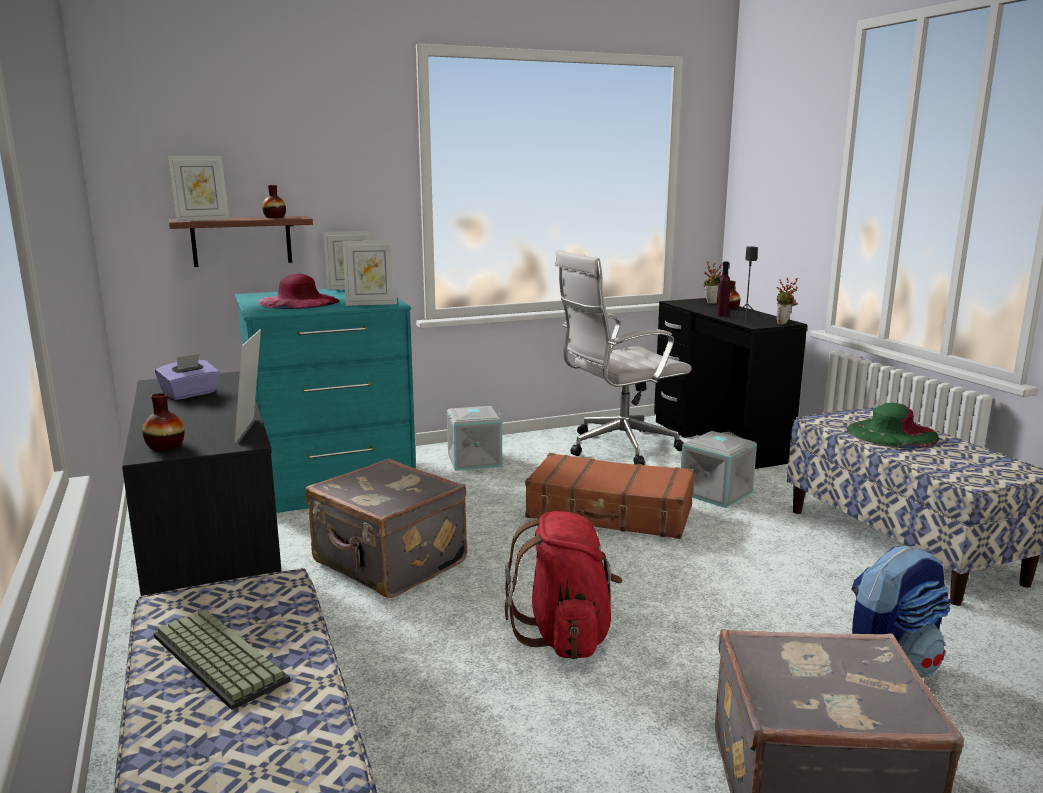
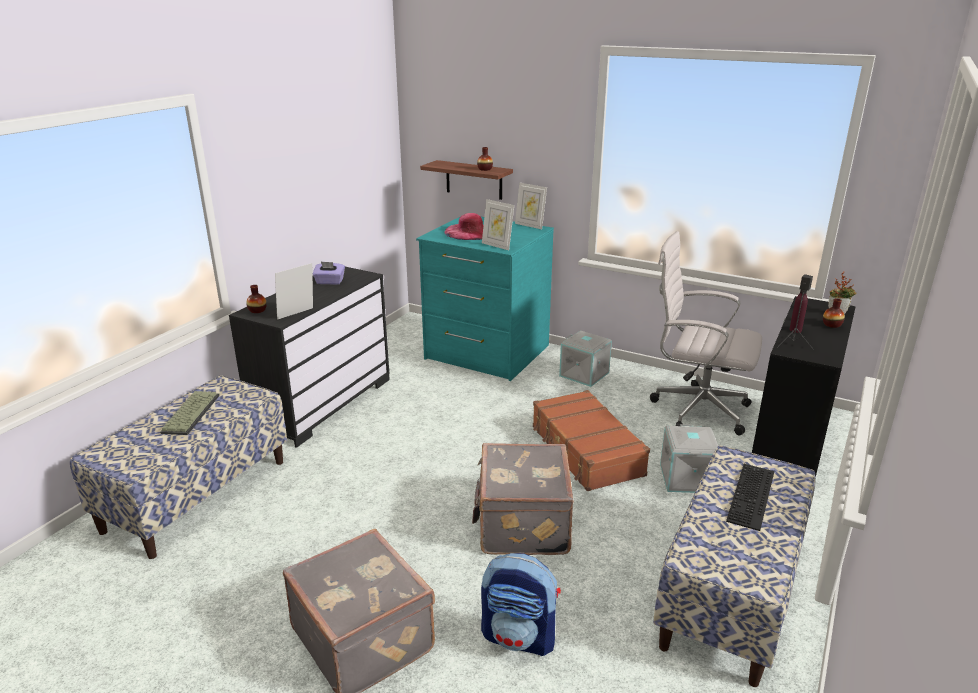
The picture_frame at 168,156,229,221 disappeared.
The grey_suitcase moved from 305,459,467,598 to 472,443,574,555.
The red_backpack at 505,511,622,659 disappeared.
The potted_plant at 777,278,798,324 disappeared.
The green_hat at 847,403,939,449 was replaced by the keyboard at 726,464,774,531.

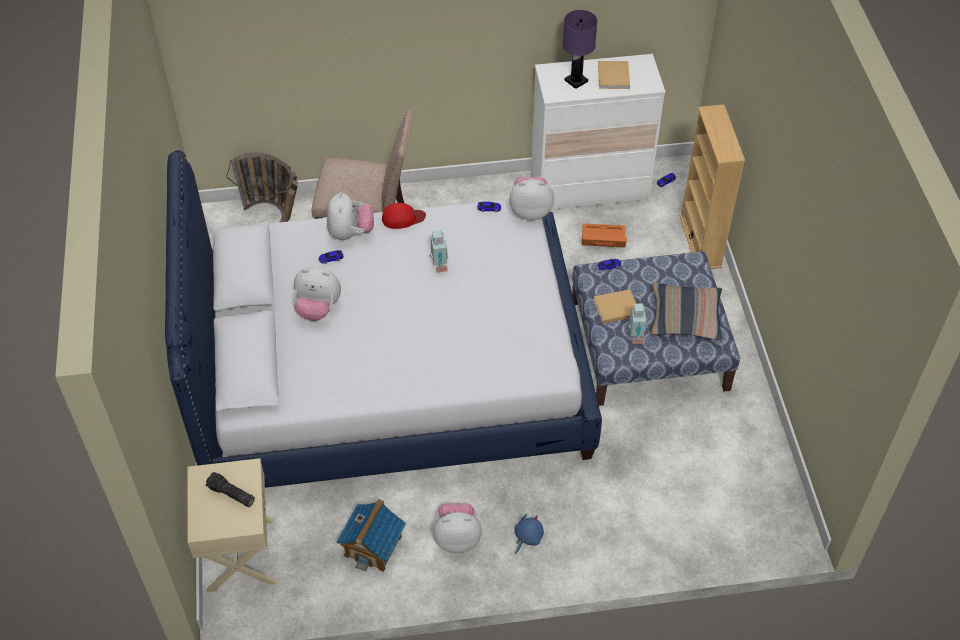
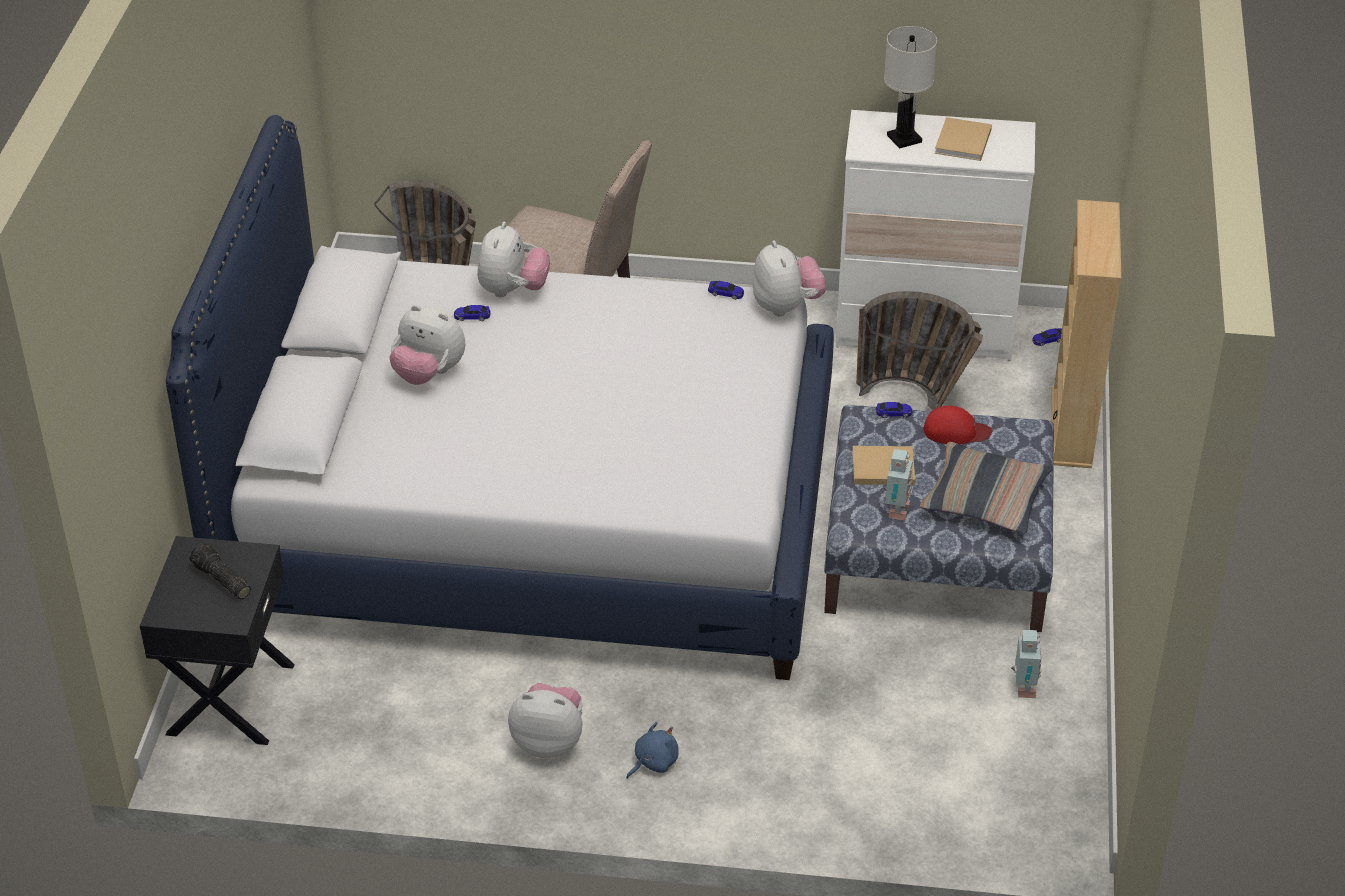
The beige_nightstand at 188,458,277,592 became the black_nightstand at 140,536,295,745.
The toy_house at 336,499,406,572 disappeared.
The red_cap moved from 382,203,426,229 to 924,406,992,444.
The toy_robot moved from 429,230,448,273 to 1011,630,1042,698.
The plush_toy at 509,177,554,220 turned 60 degrees clockwise.
The purple_table_lamp at 562,10,598,89 became the white_table_lamp at 884,26,937,149.
The orange_storage_box at 582,223,627,248 was replaced by the basket at 856,291,983,410.

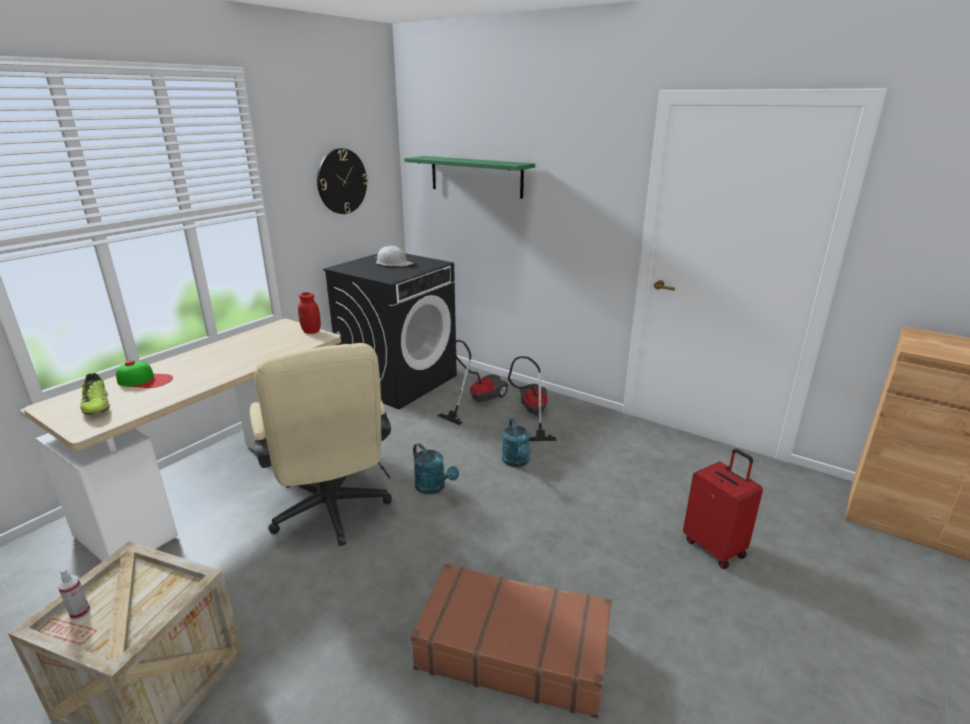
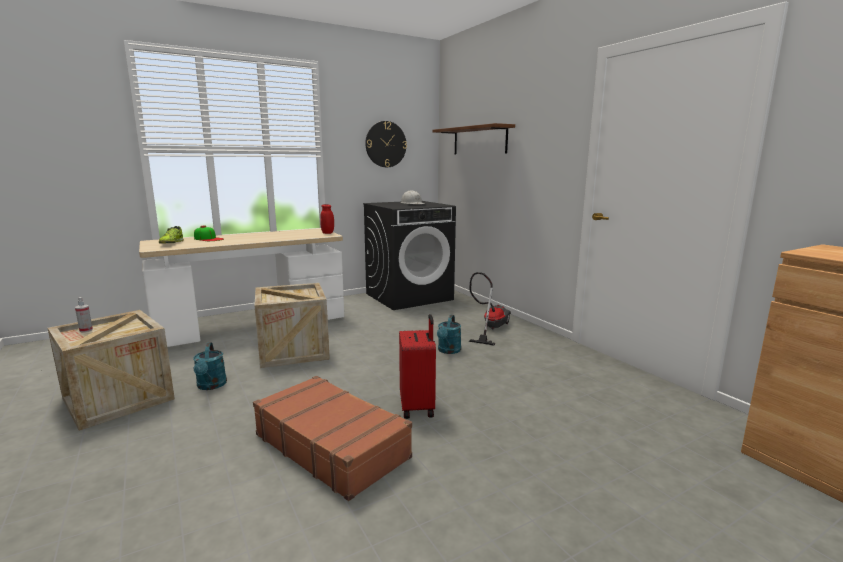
The beige_office_chair at 250,343,392,546 was replaced by the crate at 254,283,330,368.
The green_shelf at 404,156,535,199 became the brown_shelf at 433,123,515,154.
The turquoise_watering_can moved from 413,443,459,494 to 193,342,227,390.
The vacuum_cleaner at 438,340,509,425 disappeared.
The red_suitcase moved from 683,449,763,569 to 399,314,436,419.

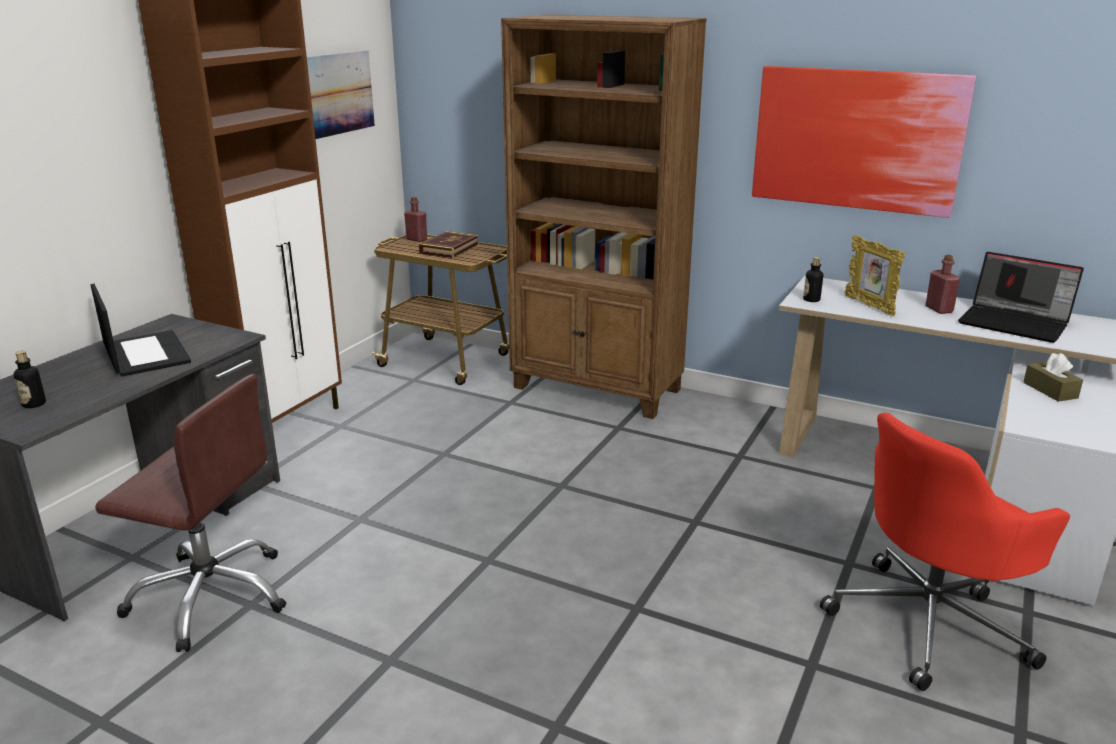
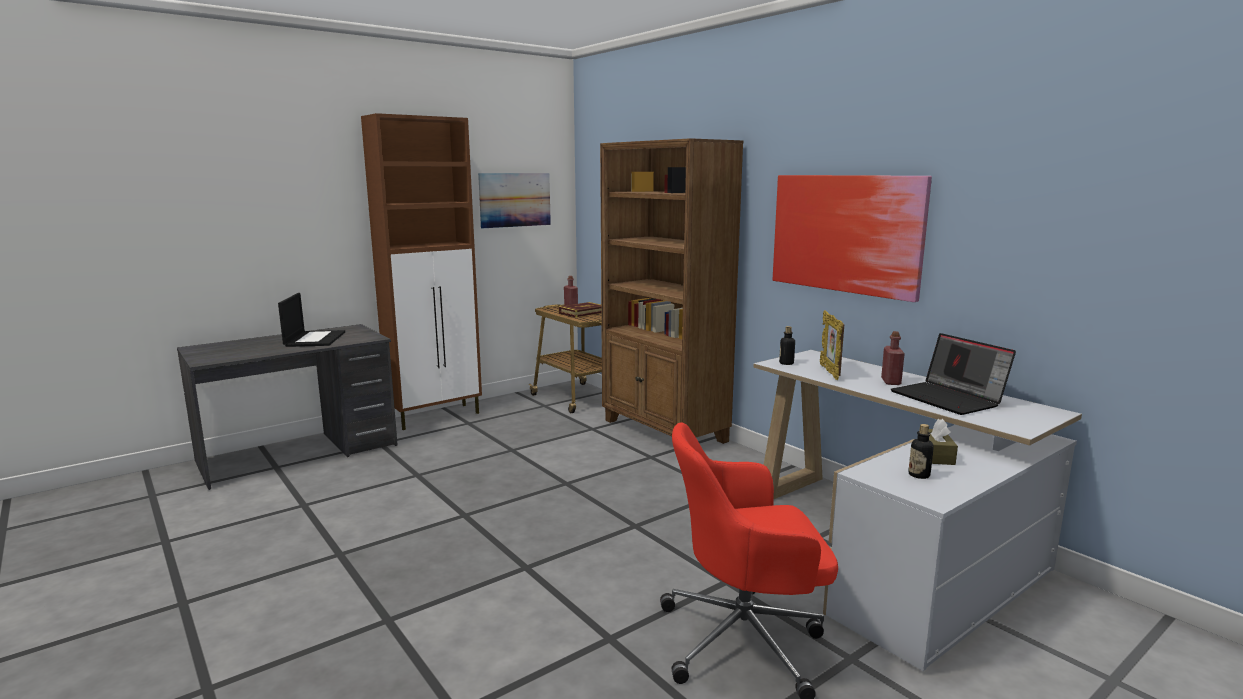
The bottle moved from 13,351,46,408 to 908,424,934,479.
The brown_office_chair at 95,374,286,652 disappeared.

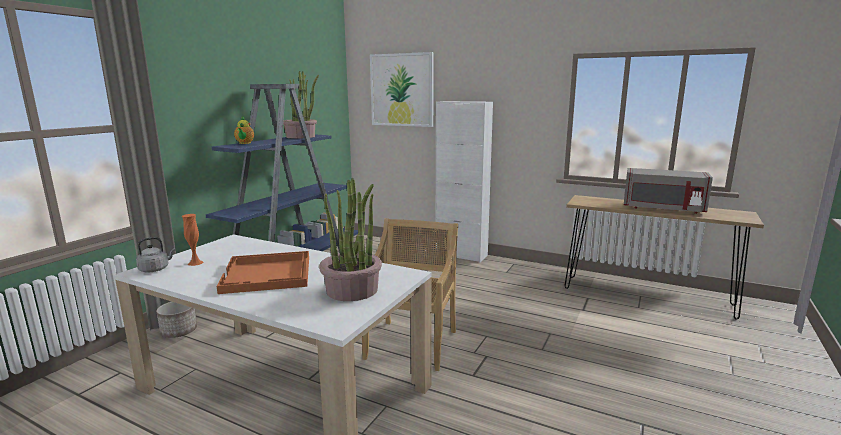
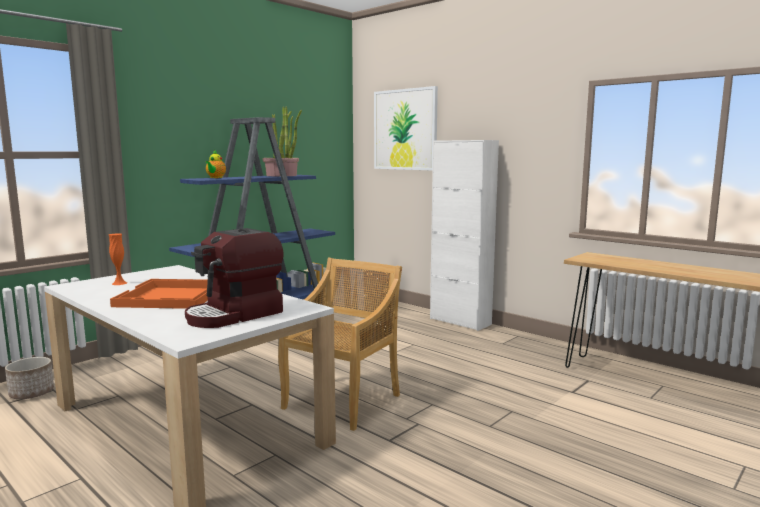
The grey_kettle at 136,237,176,272 disappeared.
The planter moved from 156,302,197,338 to 5,357,54,399.
The potted_plant at 319,178,382,301 was replaced by the coffee_machine at 185,228,284,328.
The grey_microwave at 624,168,713,214 disappeared.

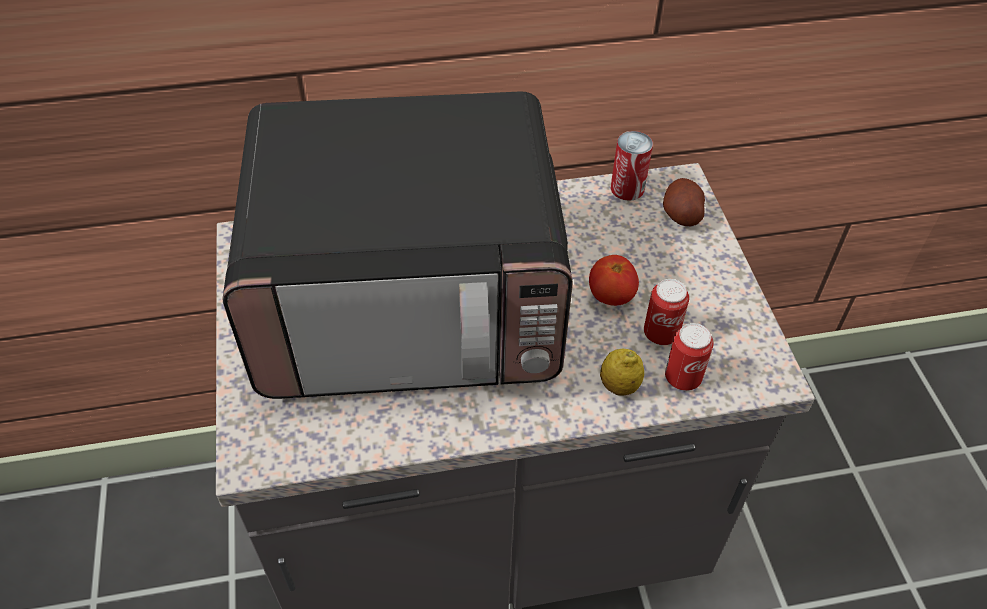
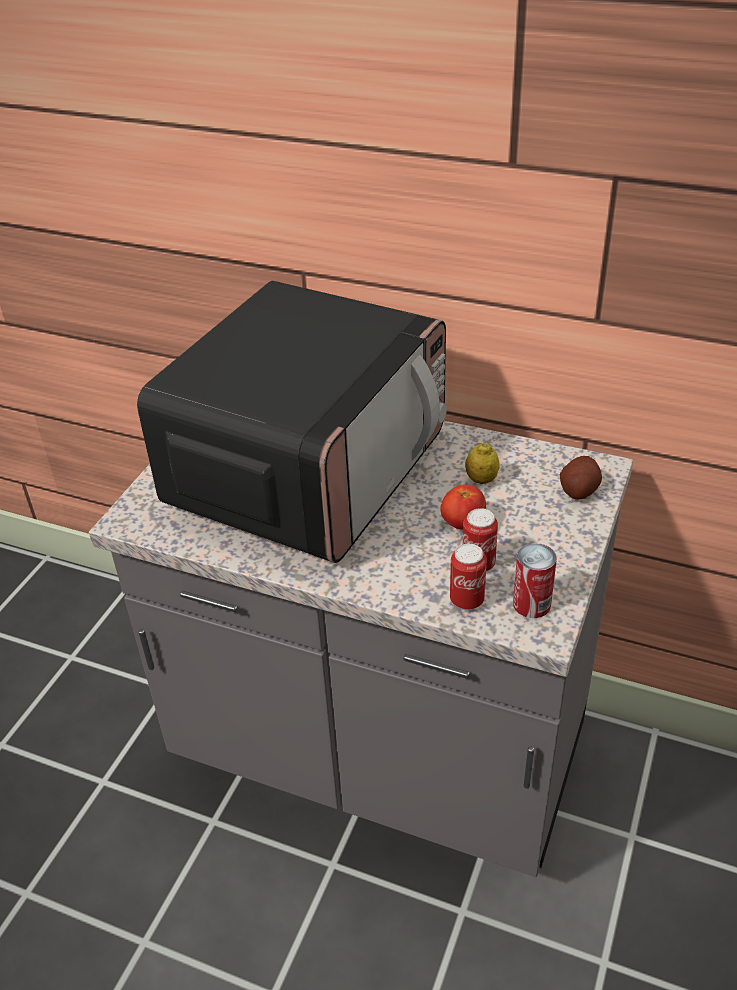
The microwave at 222,92,573,399 turned 90 degrees counterclockwise.
The lemon moved from 600,349,644,396 to 465,443,500,484.
The can moved from 611,131,653,201 to 513,543,557,618.

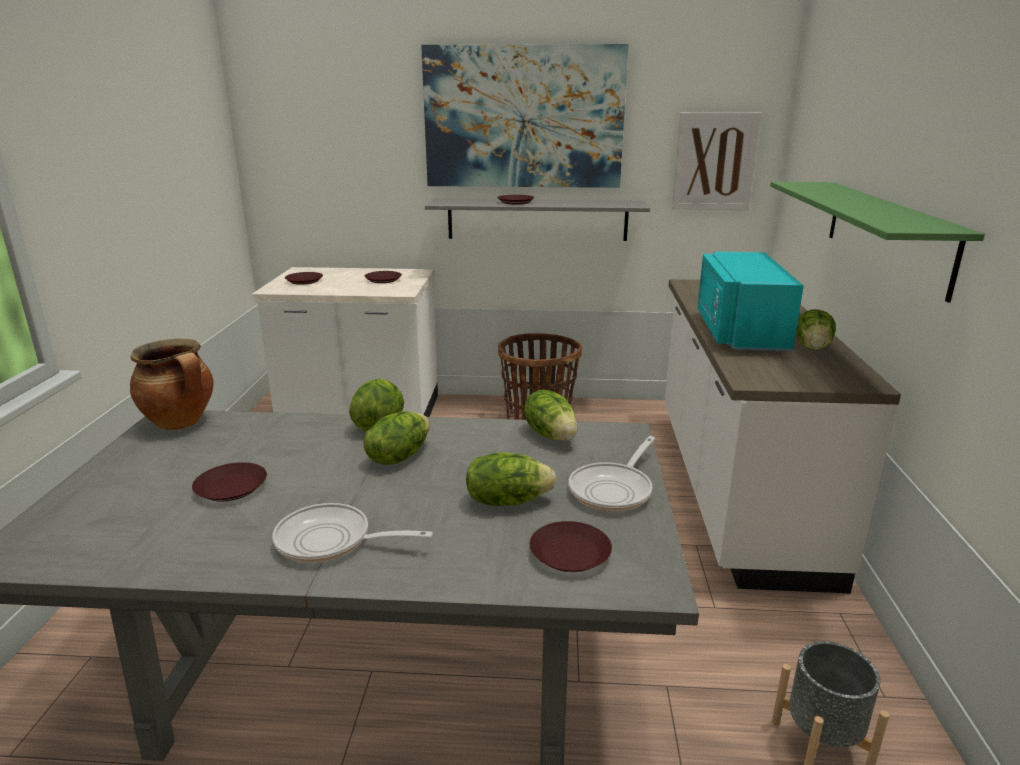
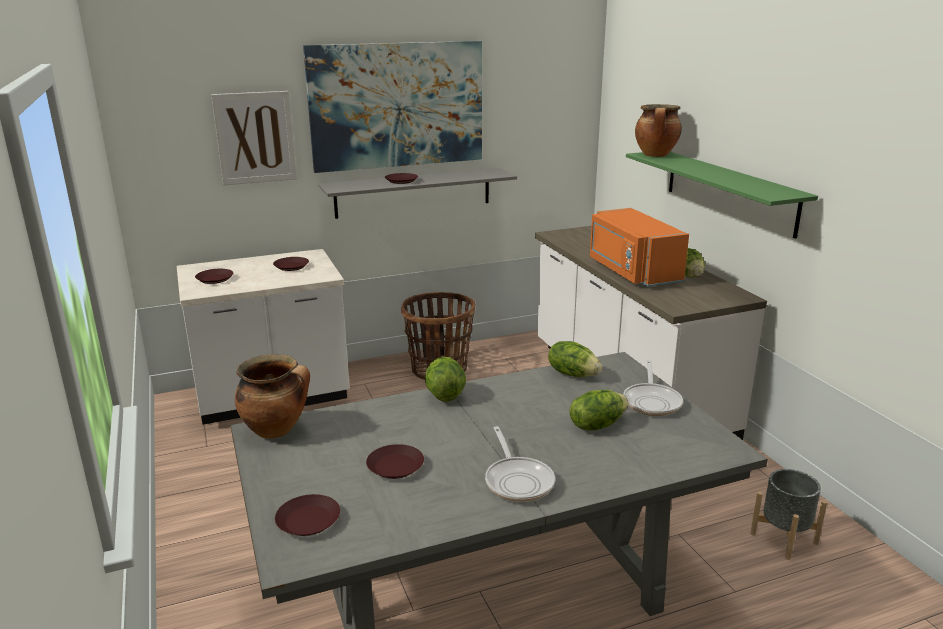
The frying_pan at 272,503,433,563 turned 90 degrees counterclockwise.
The lettuce at 363,411,430,465 disappeared.
The brown_plate moved from 530,521,612,572 to 275,494,340,536.
The picture moved from 672,112,761,210 to 211,91,297,185.
The turquoise_microwave at 697,251,804,352 became the orange_microwave at 590,208,689,287.
The cooking_pot at 635,104,682,157 appeared.

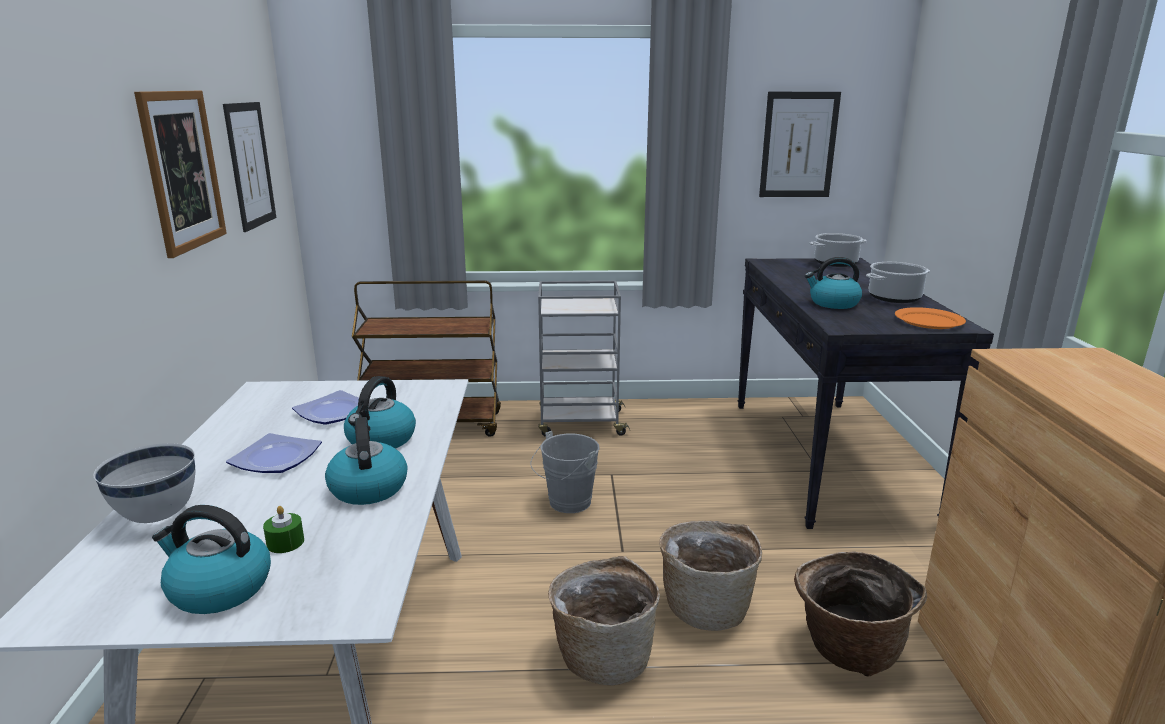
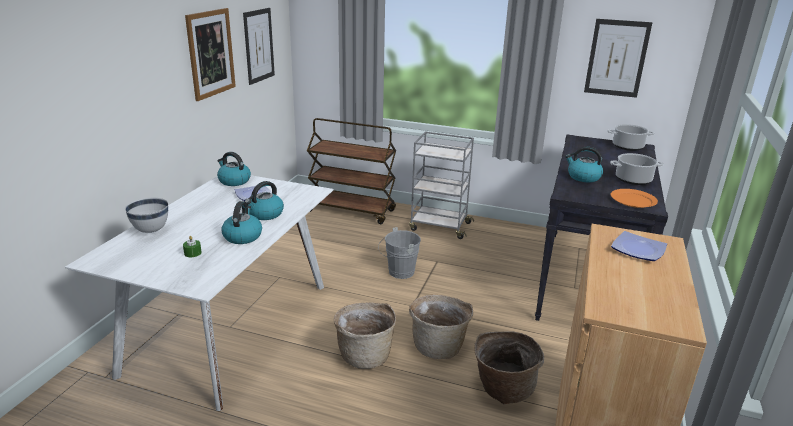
The kettle moved from 152,505,271,614 to 217,152,251,186.
The plate moved from 226,433,322,473 to 611,231,667,261.

